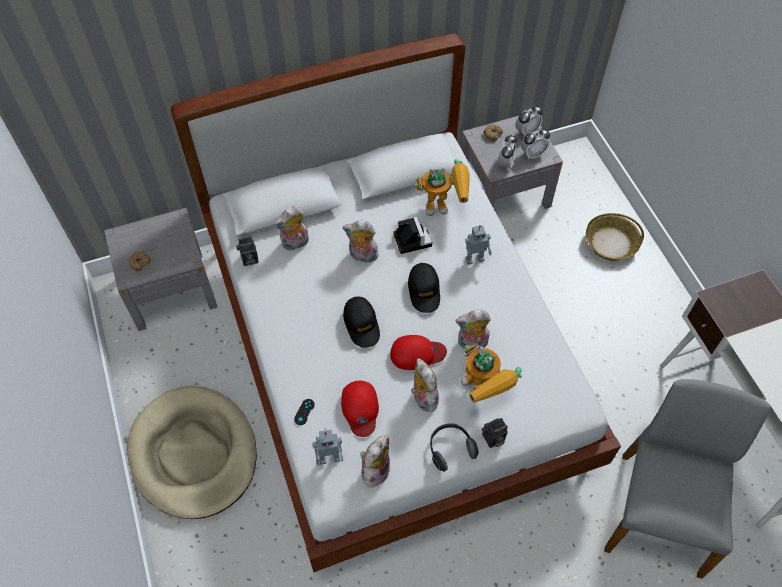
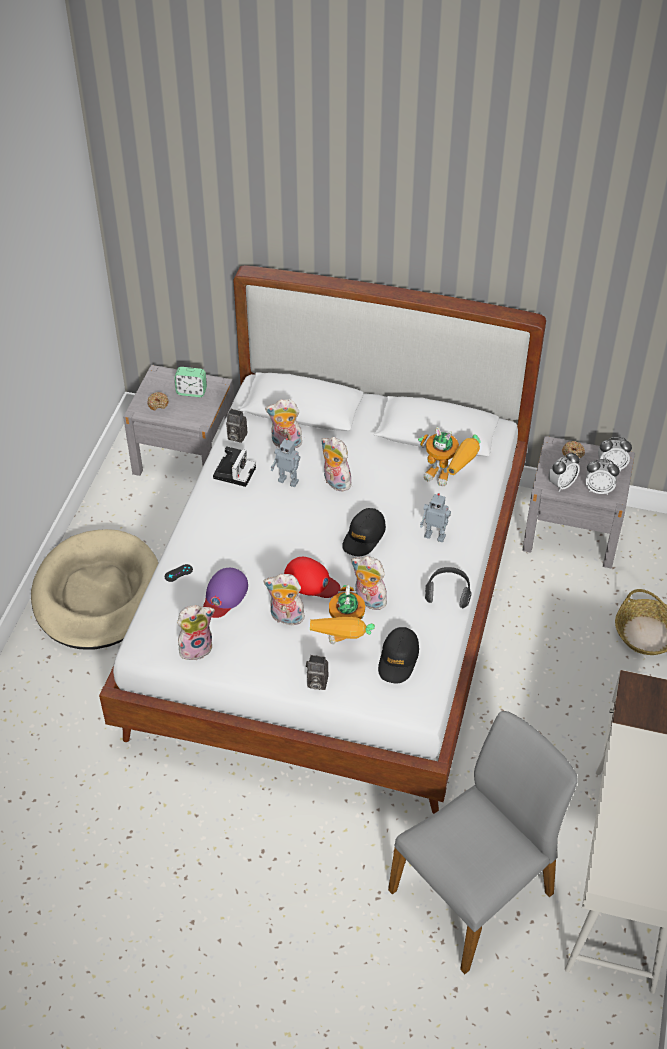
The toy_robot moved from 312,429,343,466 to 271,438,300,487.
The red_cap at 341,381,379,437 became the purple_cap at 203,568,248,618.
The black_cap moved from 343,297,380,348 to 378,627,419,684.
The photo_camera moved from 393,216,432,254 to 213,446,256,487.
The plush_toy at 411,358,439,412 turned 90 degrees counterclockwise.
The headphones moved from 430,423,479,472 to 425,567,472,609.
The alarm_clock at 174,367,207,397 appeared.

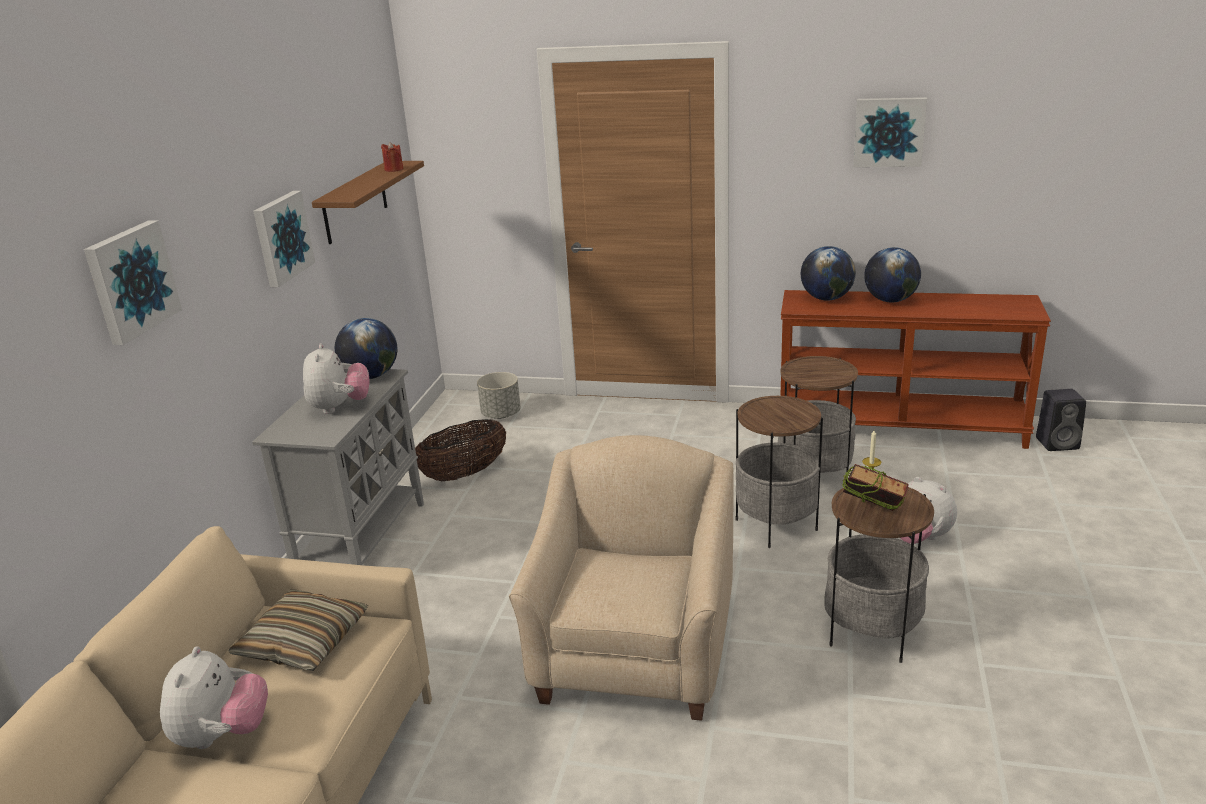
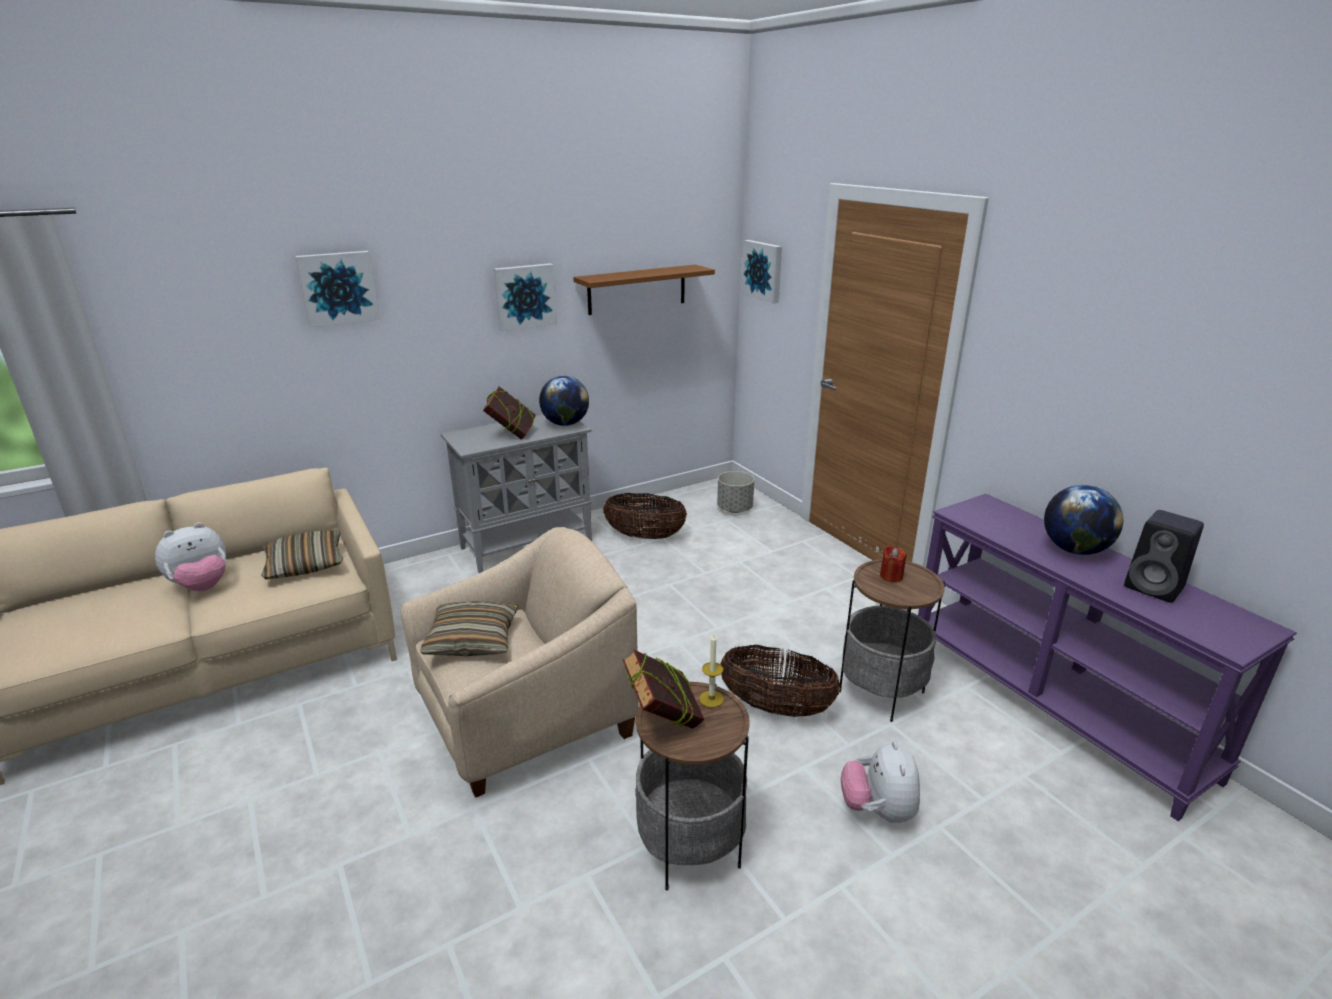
The plush_toy at 303,344,370,414 was replaced by the book at 483,386,536,440.
The red_candle moved from 381,142,403,172 to 880,545,907,582.
The side_table at 736,395,823,548 was replaced by the basket at 720,645,840,717.
The brown_console_table at 780,290,1051,449 became the purple_console_table at 918,494,1297,821.
The globe at 801,246,856,300 disappeared.
The picture moved from 853,97,927,167 to 741,240,782,303.
The black_speaker moved from 1036,389,1086,451 to 1124,510,1204,603.
The pillow at 420,601,519,656 appeared.

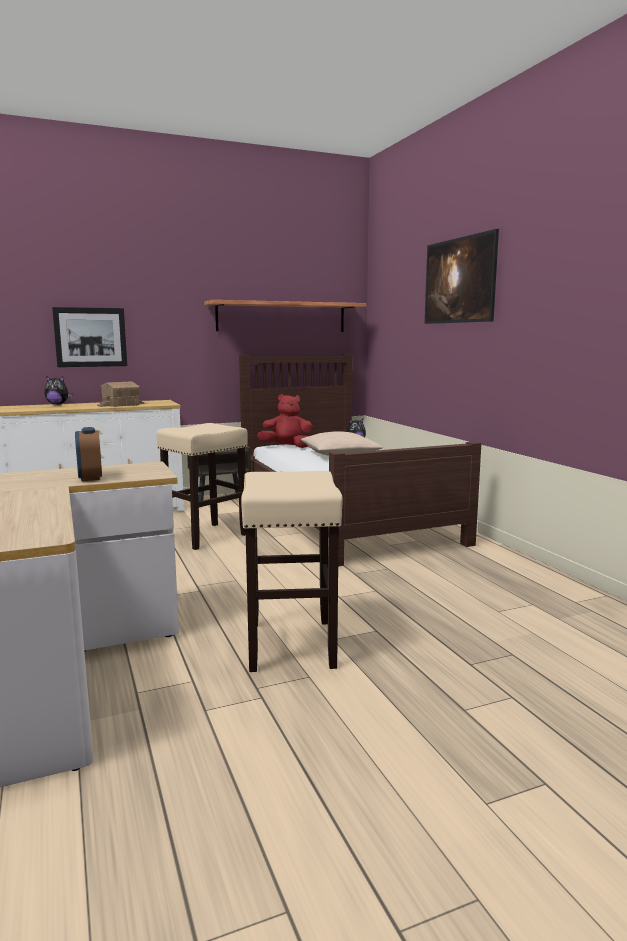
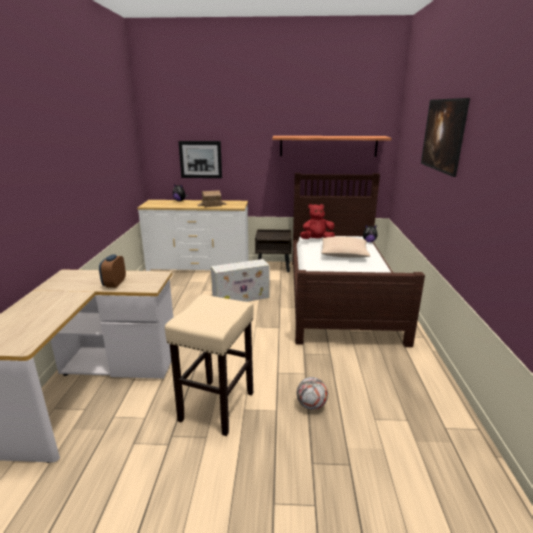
The beige_stool at 157,423,248,550 was replaced by the white_storage_box at 211,259,270,302.
The red_plush_toy at 257,394,313,448 turned 45 degrees counterclockwise.
The football at 297,377,328,410 appeared.

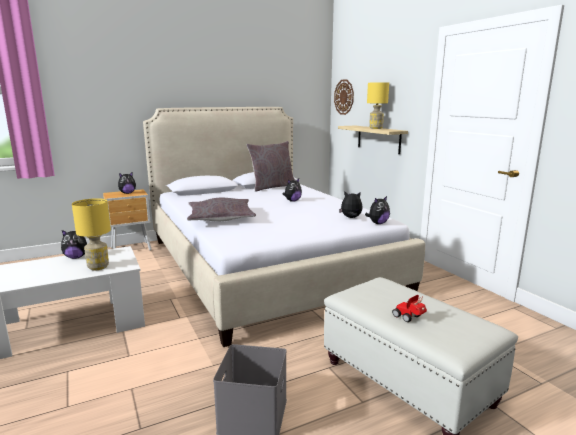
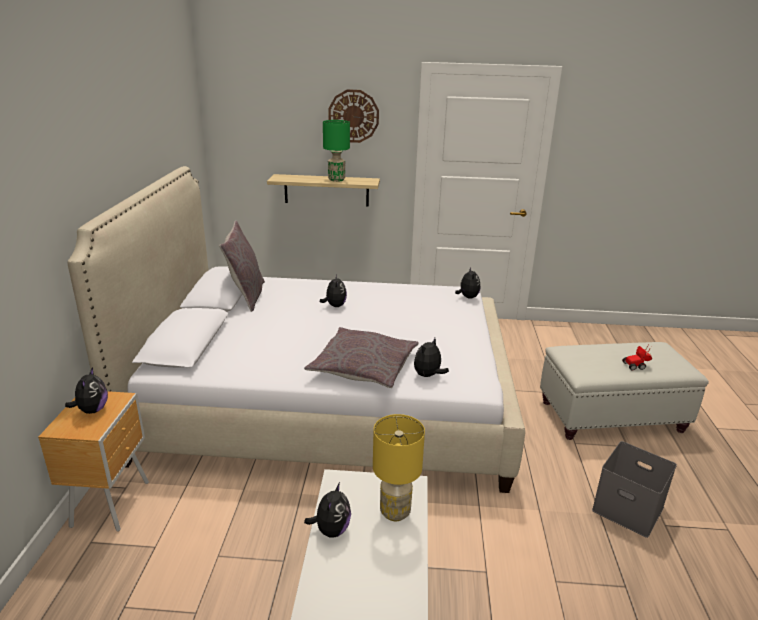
The wall_clock moved from 334,79,354,115 to 328,89,379,143.
The plush_toy moved from 339,192,363,218 to 414,338,449,377.
The yellow_table_lamp at 367,82,389,129 became the green_table_lamp at 323,120,350,182.

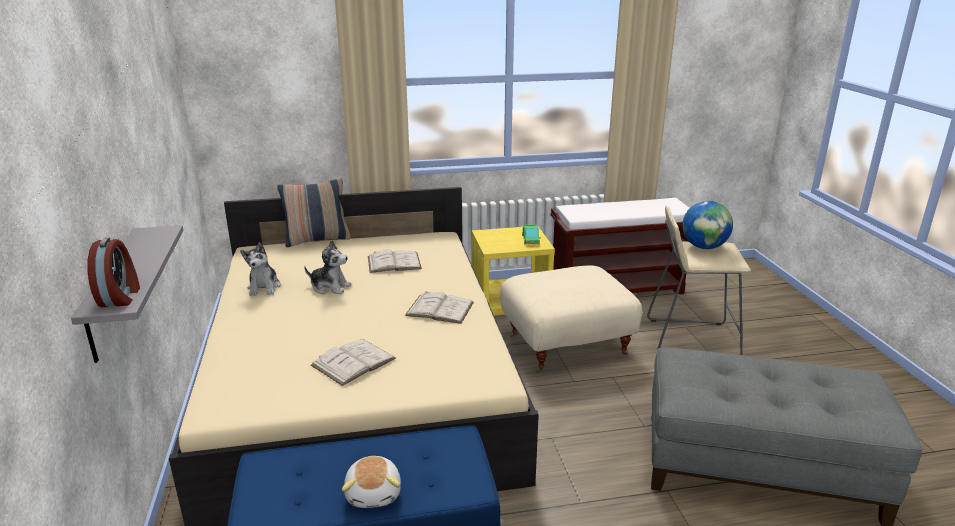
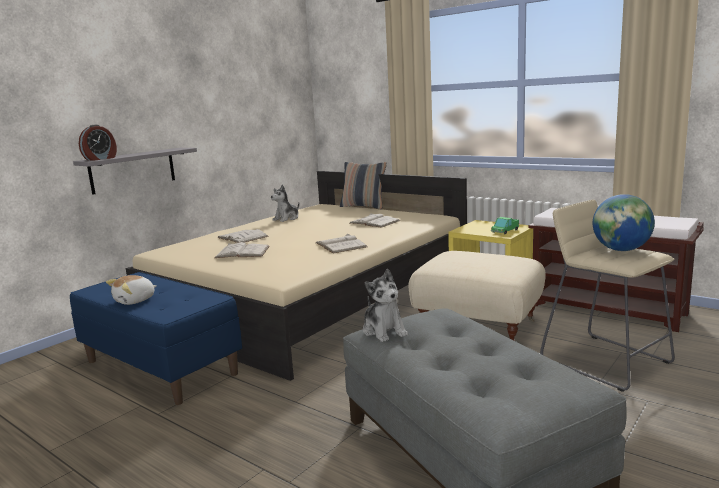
The plush_toy moved from 304,240,351,294 to 363,269,408,342.
The white_book at 217,229,269,243 appeared.

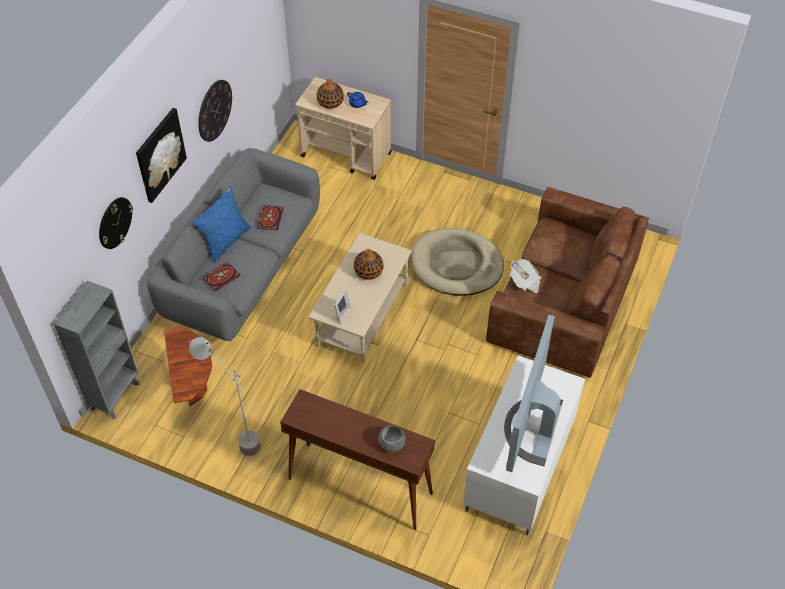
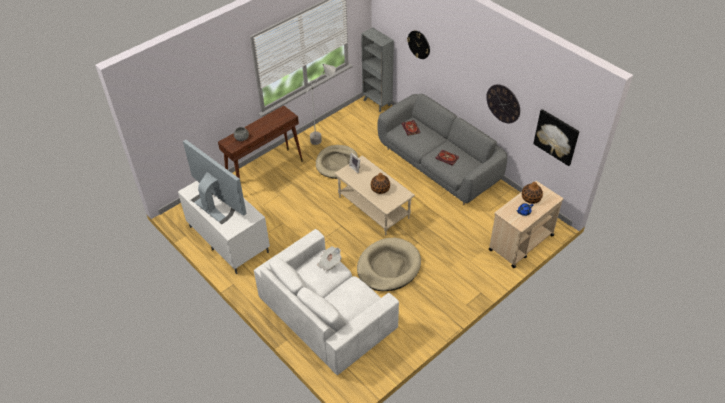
The picture moved from 136,108,187,203 to 533,109,580,166.
The brown_side_table at 164,327,212,406 disappeared.
The blue_pillow at 192,186,251,263 disappeared.
The brown_sofa at 486,187,649,378 became the white_sofa at 254,229,399,375.
The beige_dog_bed at 316,145,358,179 appeared.

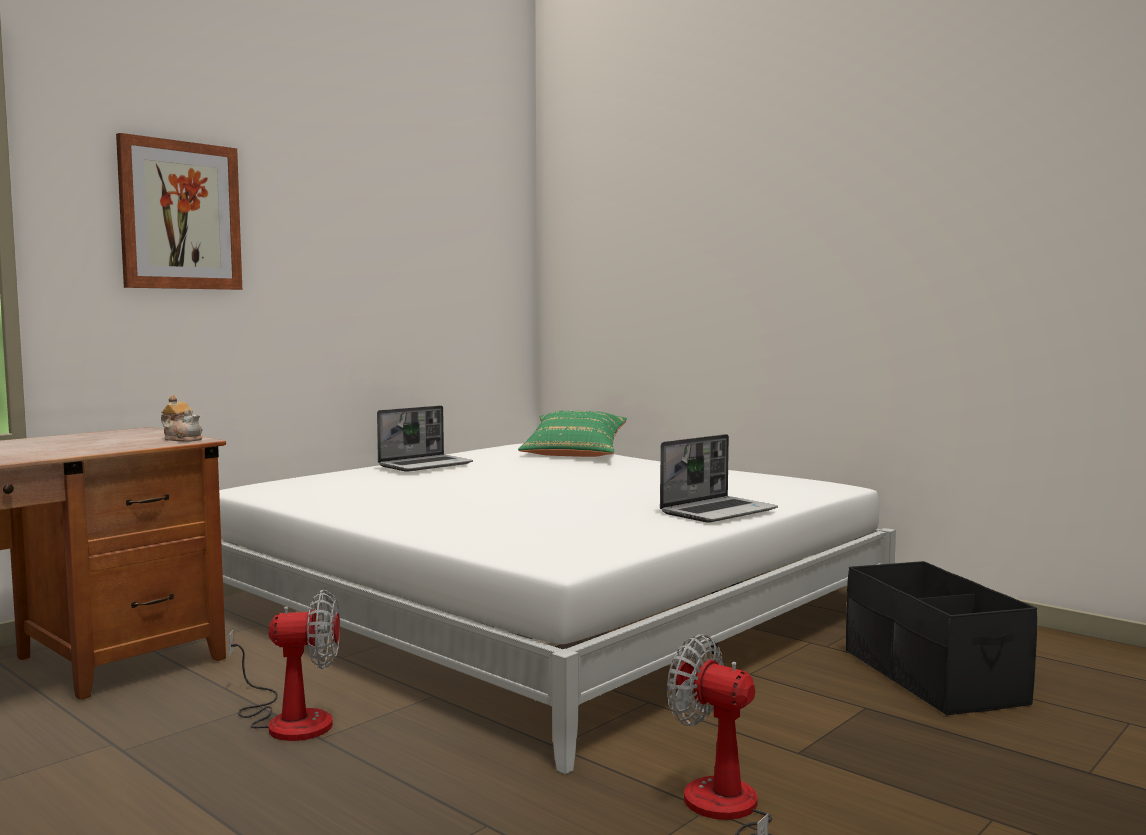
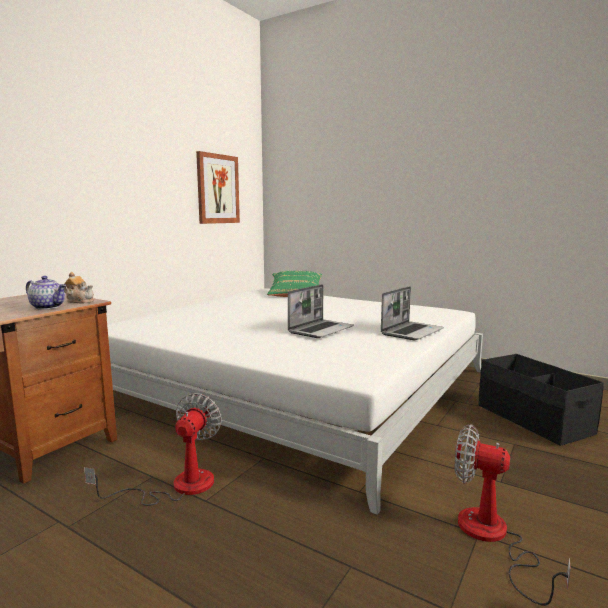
The picture moved from 116,133,242,290 to 196,151,240,224.
The fan at 229,589,340,741 turned 60 degrees counterclockwise.
The laptop moved from 377,406,473,472 to 288,284,354,338.
The teapot at 26,276,66,310 appeared.

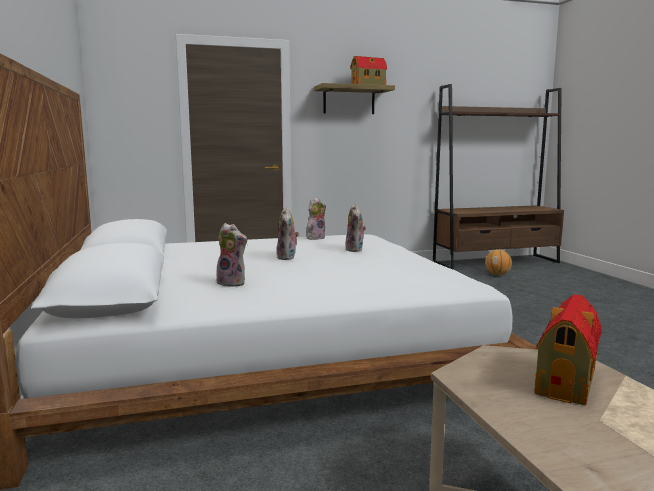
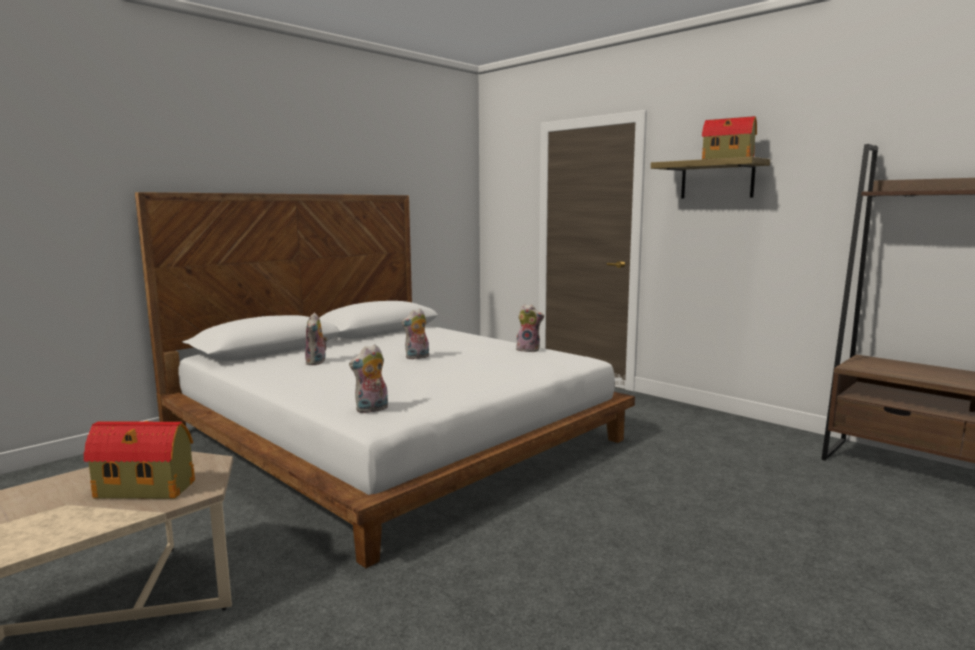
The plush_toy moved from 345,204,366,252 to 349,344,388,413.
The basketball at 485,250,512,275 disappeared.

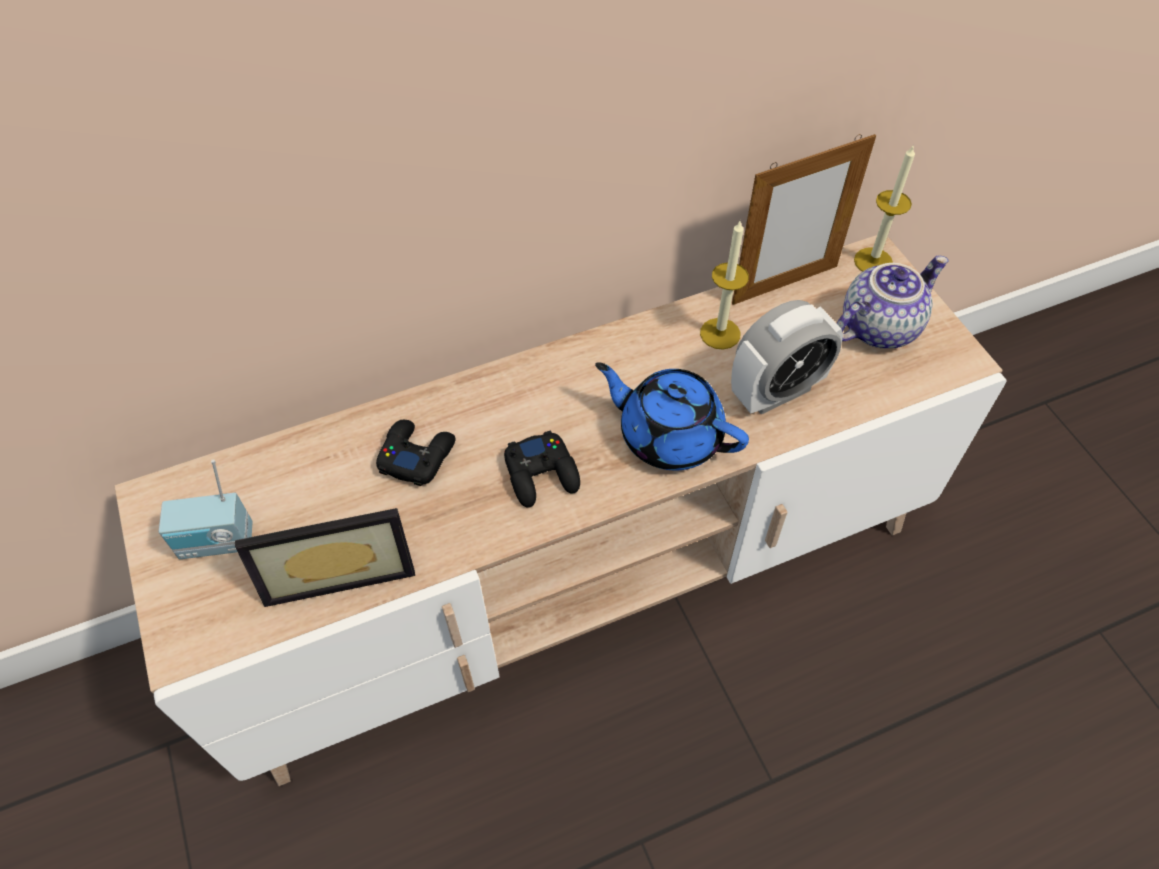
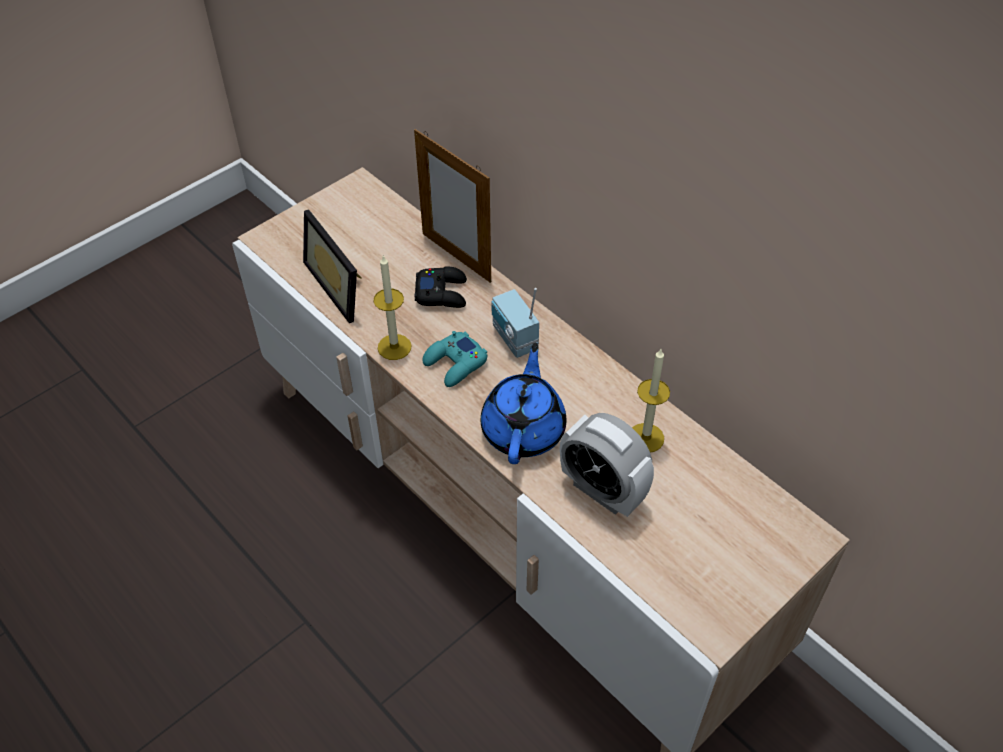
The radio moved from 159,459,252,559 to 491,288,539,358.
The black_game_controller at 504,430,580,508 became the turquoise_game_controller at 422,331,487,387.
The picture_frame moved from 732,134,876,305 to 414,129,491,283.
The teapot at 836,255,949,348 disappeared.
The candle moved from 854,144,915,272 to 374,255,412,360.

